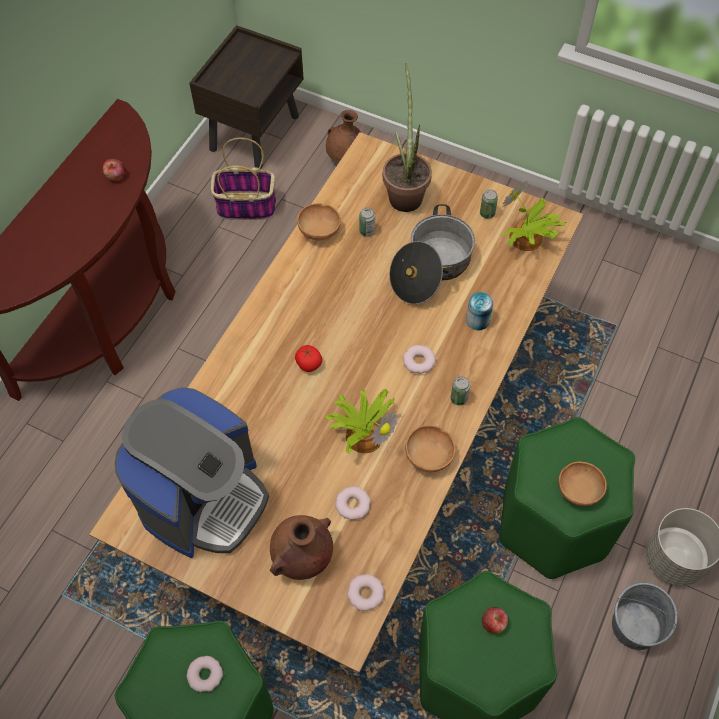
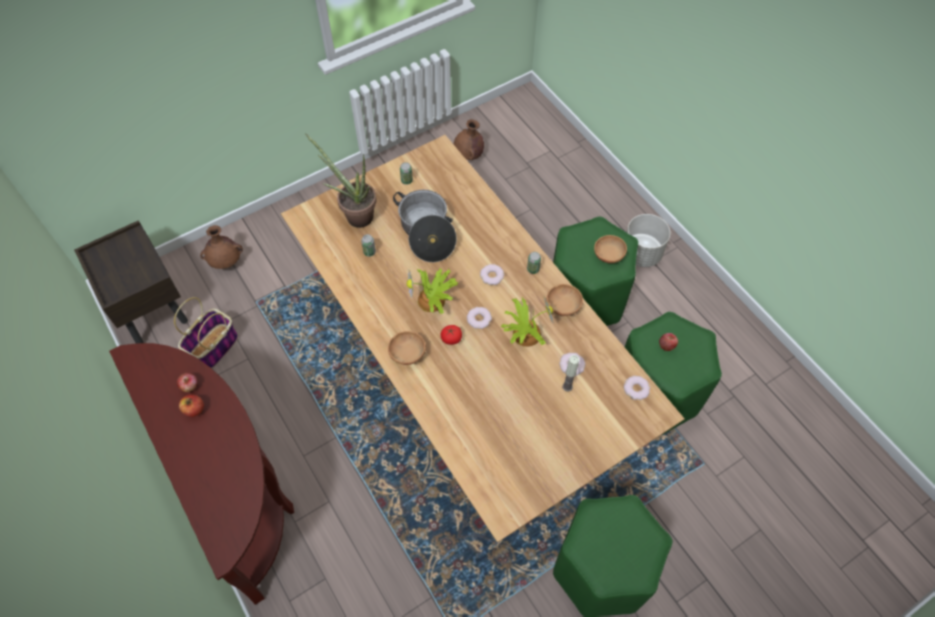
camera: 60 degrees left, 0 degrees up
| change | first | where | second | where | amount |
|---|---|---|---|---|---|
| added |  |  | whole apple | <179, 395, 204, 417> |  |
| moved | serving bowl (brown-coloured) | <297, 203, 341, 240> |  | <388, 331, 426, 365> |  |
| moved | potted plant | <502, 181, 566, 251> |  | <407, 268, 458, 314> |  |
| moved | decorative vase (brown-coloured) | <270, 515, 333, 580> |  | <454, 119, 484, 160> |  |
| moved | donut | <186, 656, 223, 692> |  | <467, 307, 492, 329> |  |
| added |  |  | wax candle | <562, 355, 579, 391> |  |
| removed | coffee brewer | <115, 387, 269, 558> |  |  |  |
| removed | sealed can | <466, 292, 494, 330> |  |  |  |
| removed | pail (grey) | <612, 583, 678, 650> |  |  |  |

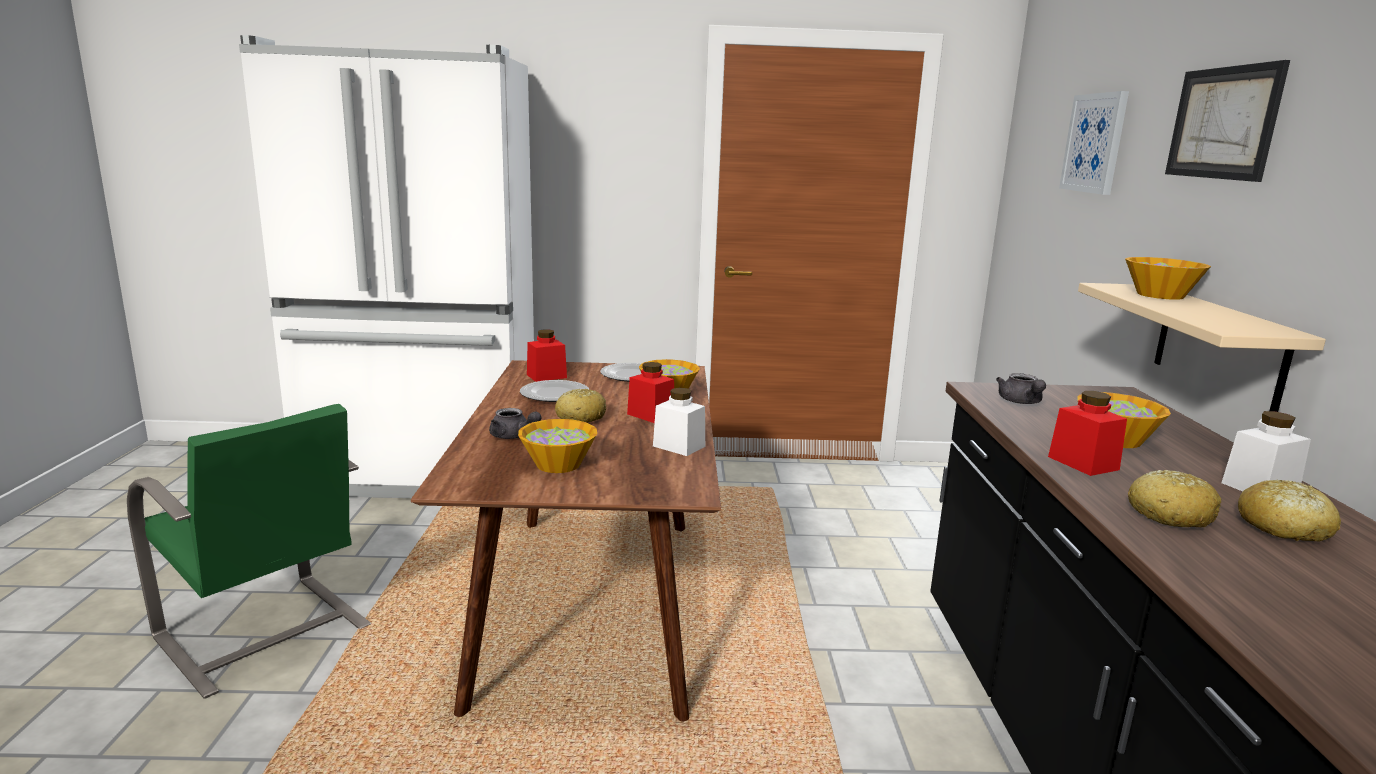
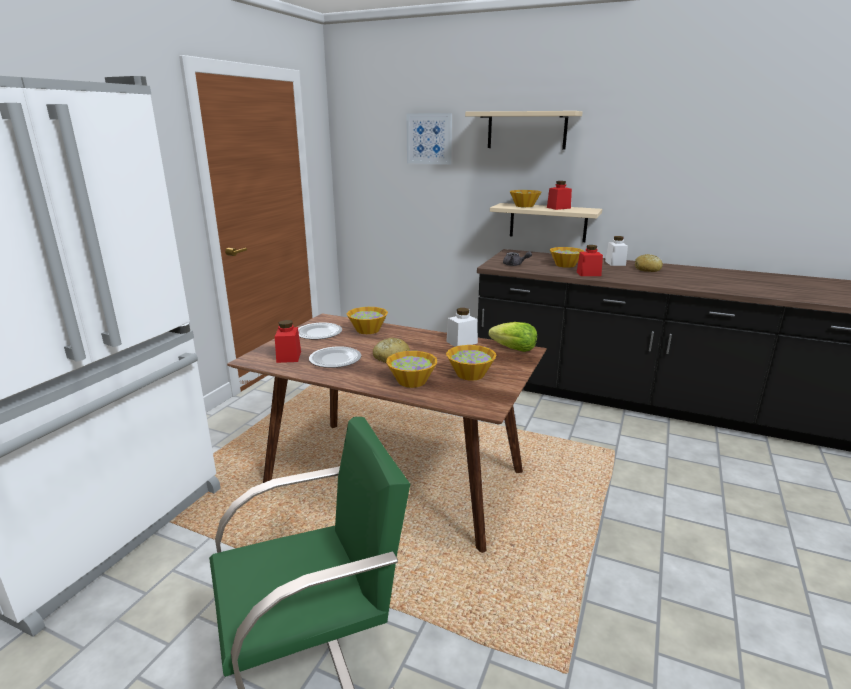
camera: 65 degrees left, 5 degrees up
| change | first | where | second | where | amount |
|---|---|---|---|---|---|
| replaced | pot for tea (grey) | <489, 408, 541, 439> | serving bowl | <386, 351, 437, 388> |  |
| replaced | wall art | <1165, 60, 1290, 182> | shelf (sand-coloured) | <465, 111, 582, 150> |  |
| added |  |  | head of lettuce | <489, 322, 537, 352> |  |
| moved | jar (red) | <627, 362, 674, 423> |  | <547, 181, 572, 210> |  |
| removed | bread | <1128, 470, 1222, 527> |  |  |  |

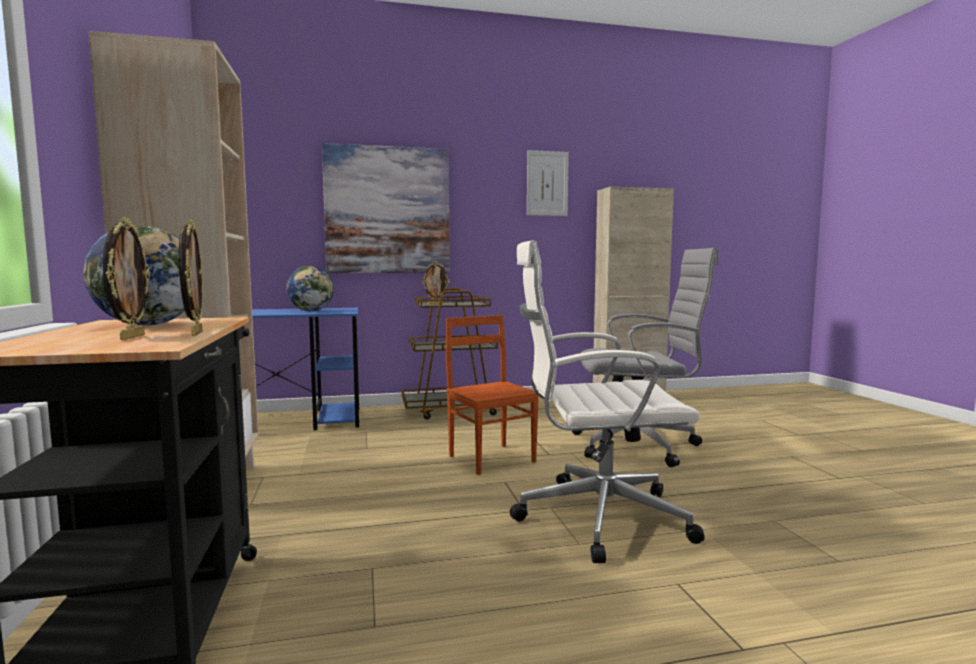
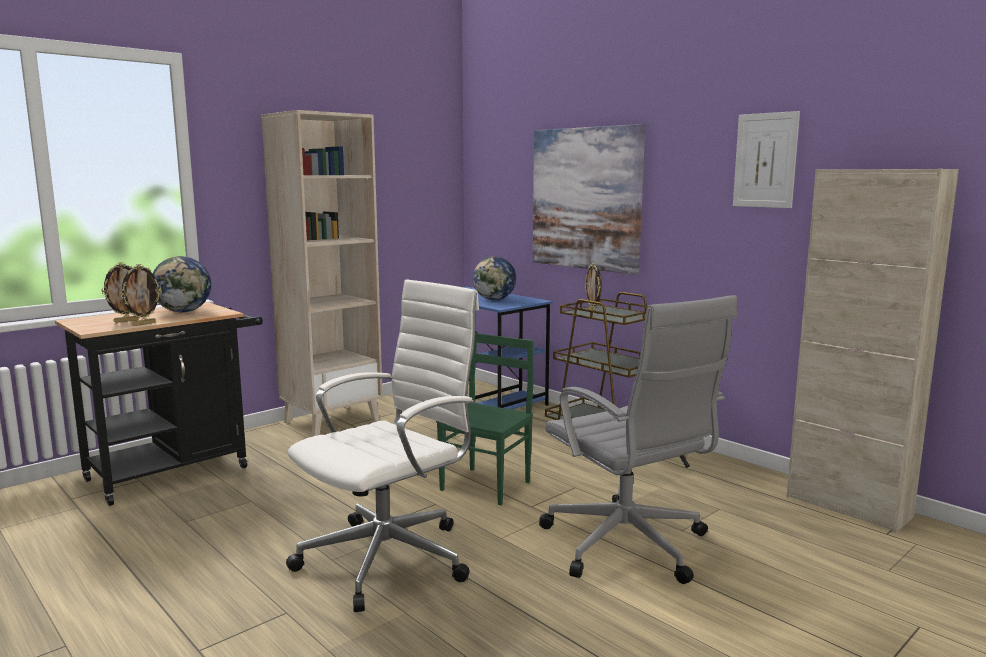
camera: 60 degrees right, 5 degrees up
| change | first | where | second | where | amount |
|---|---|---|---|---|---|
| turned | computer chair (white-coloured) | <510, 240, 705, 563> |  | <286, 279, 479, 612> | 75 degrees clockwise |
| recoloured | plain chair (brown-coloured) | <446, 315, 539, 475> | plain chair (greenish) | <436, 333, 534, 505> |  |

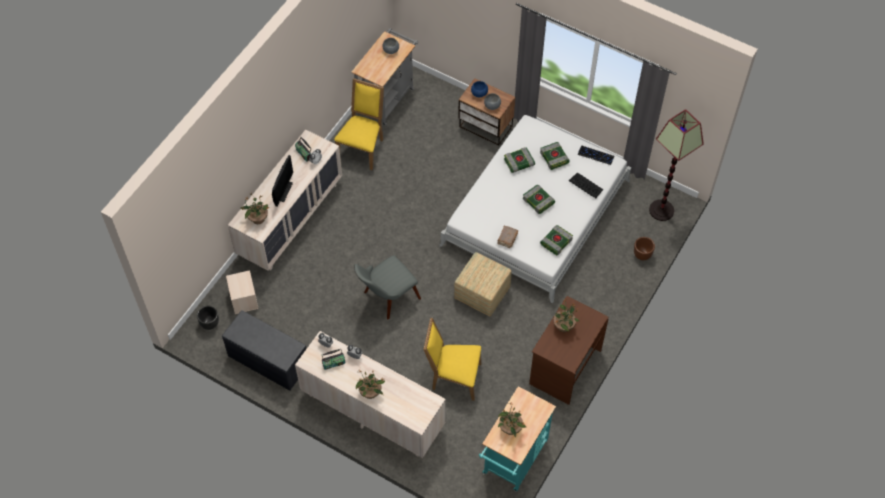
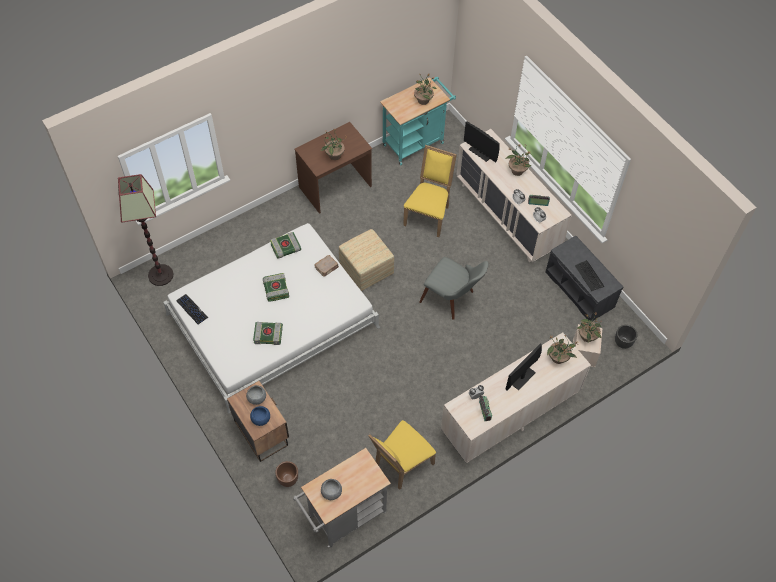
camera: 155 degrees left, 0 degrees up
| change | first | where | second | where | amount |
|---|---|---|---|---|---|
| moved | planter (brown-coloured) | <634, 237, 655, 260> |  | <275, 461, 298, 487> |  |
| turned | plain chair (yellow) | <423, 318, 482, 401> |  | <403, 145, 457, 237> | 105 degrees counterclockwise |
| turned | plain chair (grey) | <354, 255, 421, 319> |  | <419, 257, 489, 320> | 45 degrees clockwise |
| added |  |  | computer display | <464, 121, 500, 163> |  |
| moved | PC keyboard | <569, 173, 603, 198> |  | <575, 260, 604, 291> |  |
| added |  |  | potted plant | <577, 312, 602, 343> |  |
| removed | volume | <540, 142, 570, 170> |  |  |  |

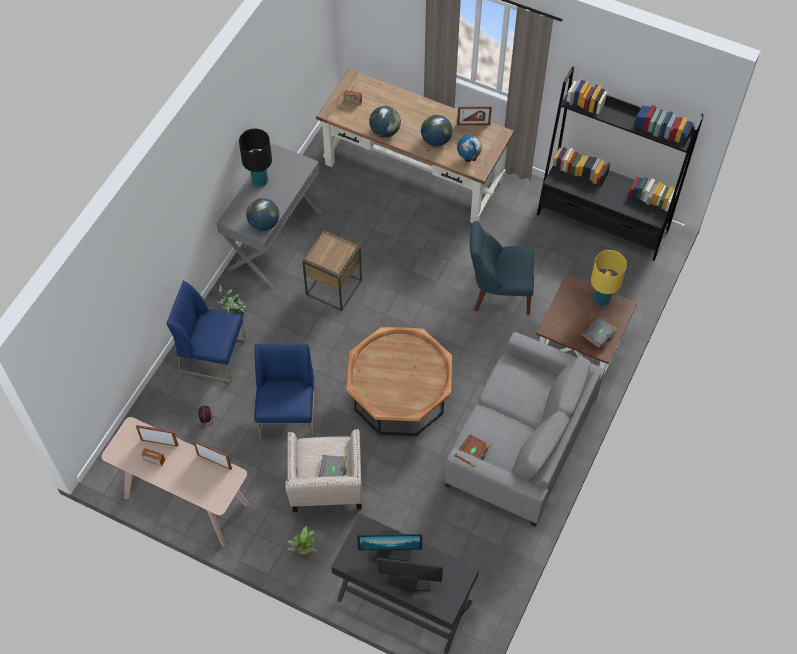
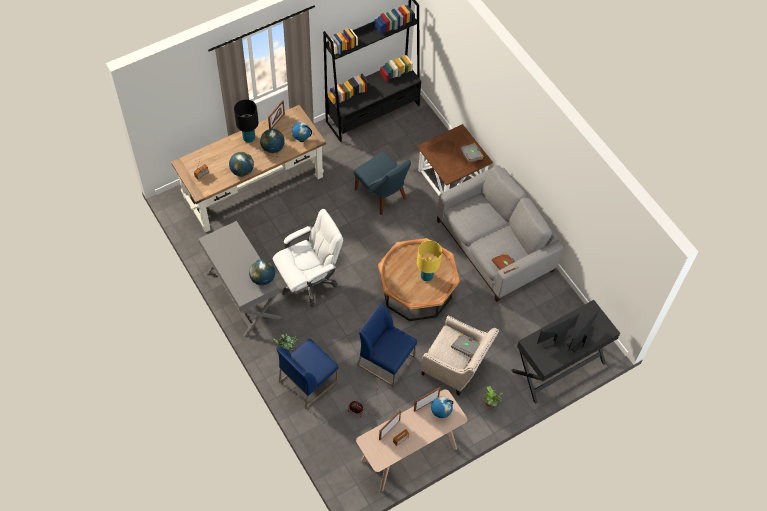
camera: 60 degrees left, 0 degrees up
| change | first | where | second | where | amount |
|---|---|---|---|---|---|
| moved | table lamp (black) | <239, 129, 272, 187> |  | <234, 99, 259, 143> |  |
| replaced | end table (brown-coloured) | <302, 231, 362, 311> | computer chair (white-coloured) | <273, 209, 343, 307> |  |
| turned | plain chair (blue-coloured) | <470, 221, 534, 315> |  | <354, 151, 411, 215> | 75 degrees counterclockwise |
| moved | table lamp (yellow) | <591, 250, 627, 306> |  | <417, 241, 442, 281> |  |
| added |  |  | globe | <431, 396, 453, 418> |  |
| turned | computer display | <357, 530, 423, 562> |  | <537, 313, 580, 348> | 150 degrees counterclockwise |

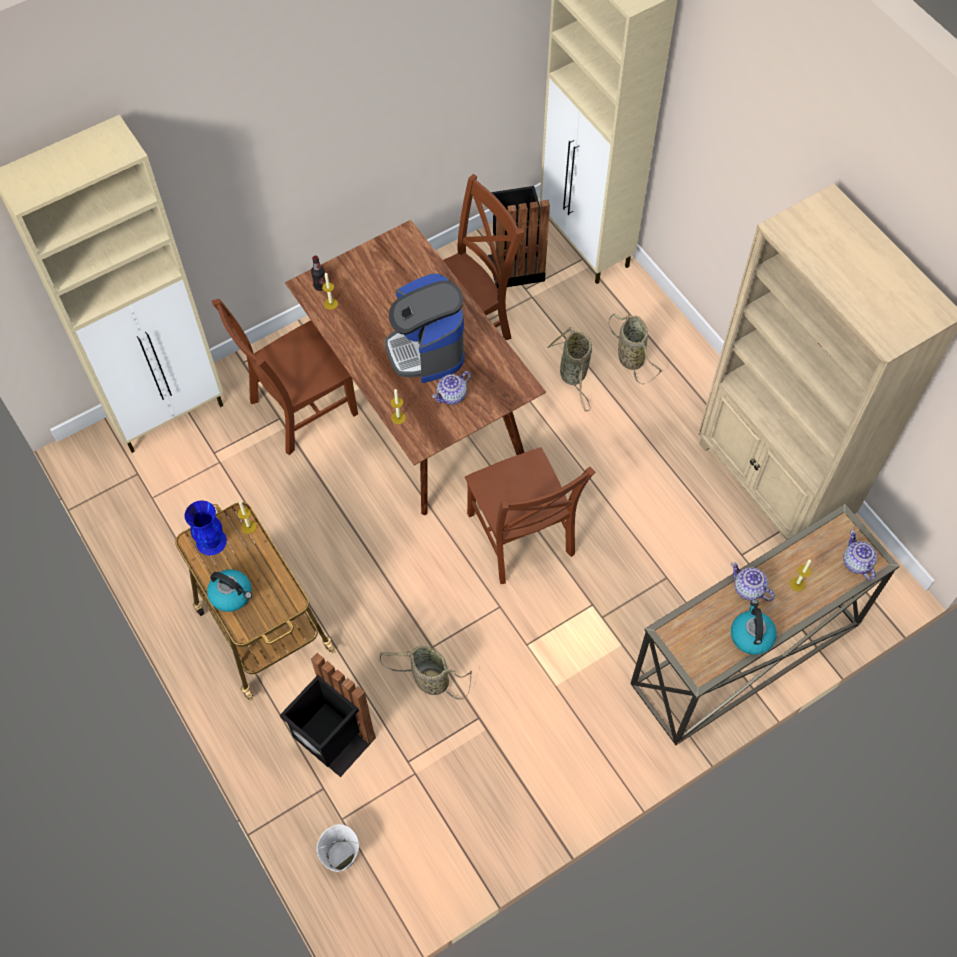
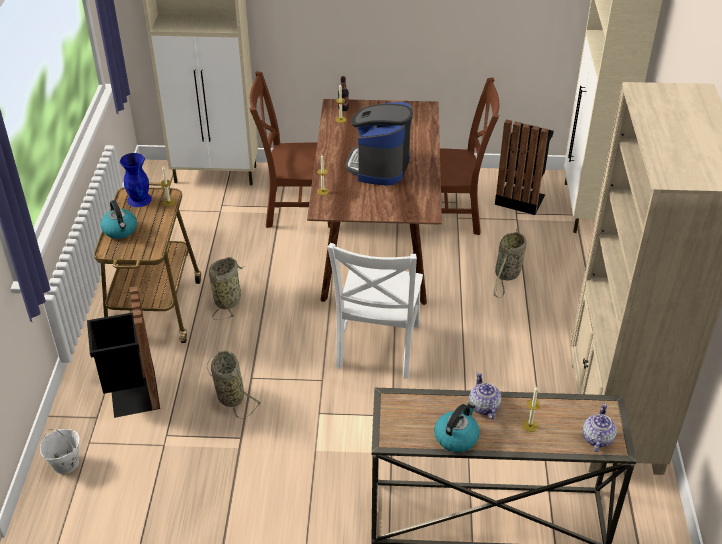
camera: 35 degrees right, 20 degrees down
| change | first | where | second | where | amount |
|---|---|---|---|---|---|
| moved | basket | <608, 314, 663, 384> |  | <209, 257, 245, 320> |  |
| recoloured | plain chair (brown-coloured) | <465, 447, 595, 584> | plain chair (white-coloured) | <327, 243, 423, 378> |  |
| removed | pot for tea | <432, 371, 471, 405> |  |  |  |

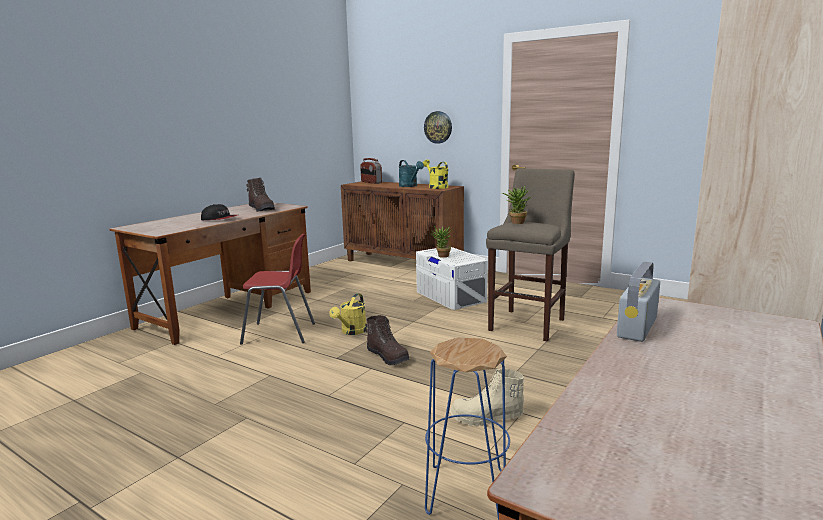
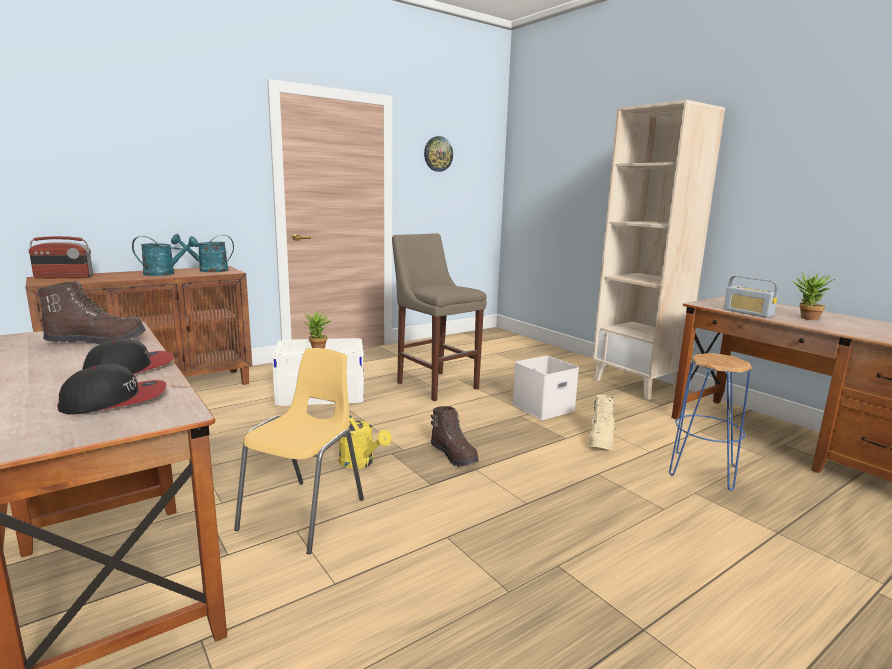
camera: 70 degrees left, 0 degrees up
| change | first | where | second | where | amount |
|---|---|---|---|---|---|
| added |  |  | cap | <57, 364, 167, 414> |  |
| recoloured | watering pot (yellow) | <423, 160, 448, 189> | watering pot (turquoise) | <171, 234, 234, 272> |  |
| recoloured | plain chair (red) | <240, 234, 315, 345> | plain chair (yellow) | <234, 348, 364, 554> |  |
| moved | hanging clock | <424, 111, 452, 144> |  | <424, 136, 453, 172> |  |
| turned | high-top boot (brown-coloured) | <365, 315, 410, 365> |  | <431, 406, 479, 467> | 75 degrees clockwise |
| added |  |  | storage container (white-coloured) | <512, 356, 579, 420> |  |
| moved | potted plant | <502, 185, 531, 224> |  | <793, 271, 835, 320> |  |

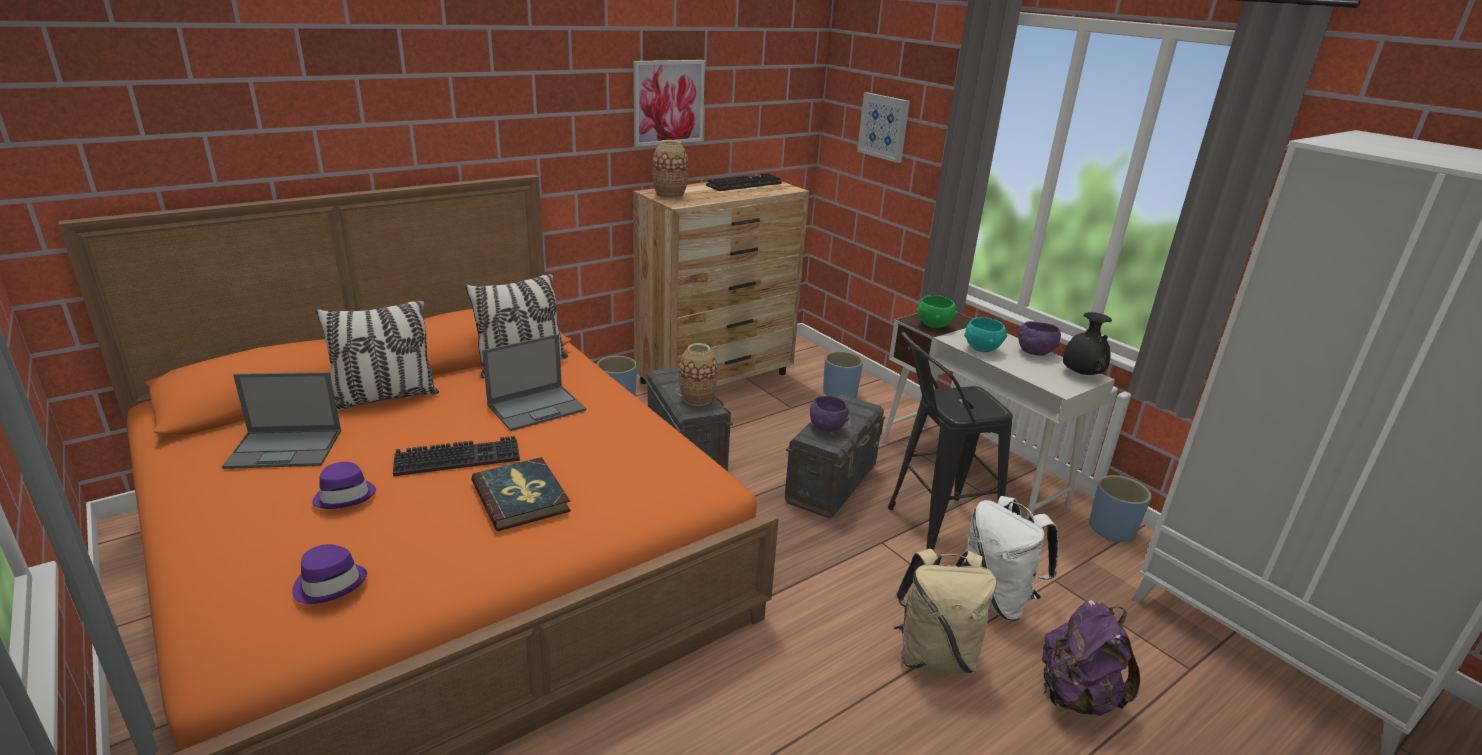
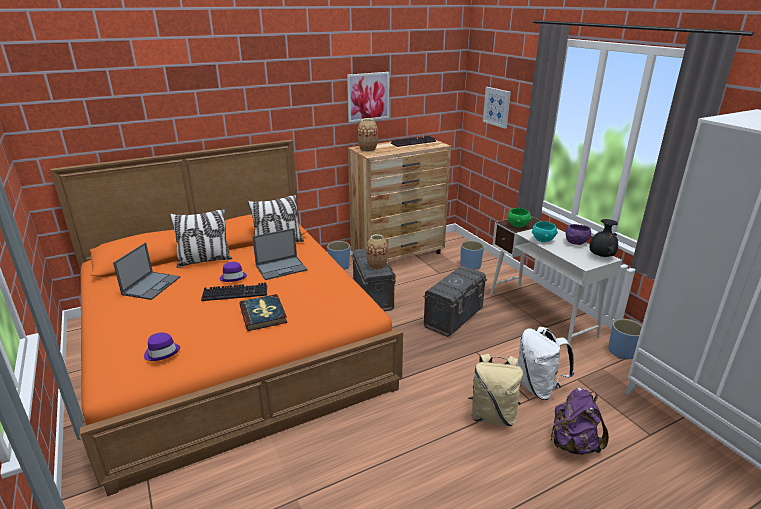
camera: 10 degrees right, 0 degrees up
| change | first | where | second | where | amount |
|---|---|---|---|---|---|
| turned | laptop | <222, 372, 341, 469> |  | <113, 242, 180, 300> | 75 degrees counterclockwise |
| moved | hat (purple-coloured) | <312, 462, 376, 509> |  | <219, 262, 247, 282> |  |
| removed | serving bowl (purple-coloured) | <810, 396, 849, 432> |  |  |  |
| removed | stool (black) | <888, 332, 1012, 550> |  |  |  |

